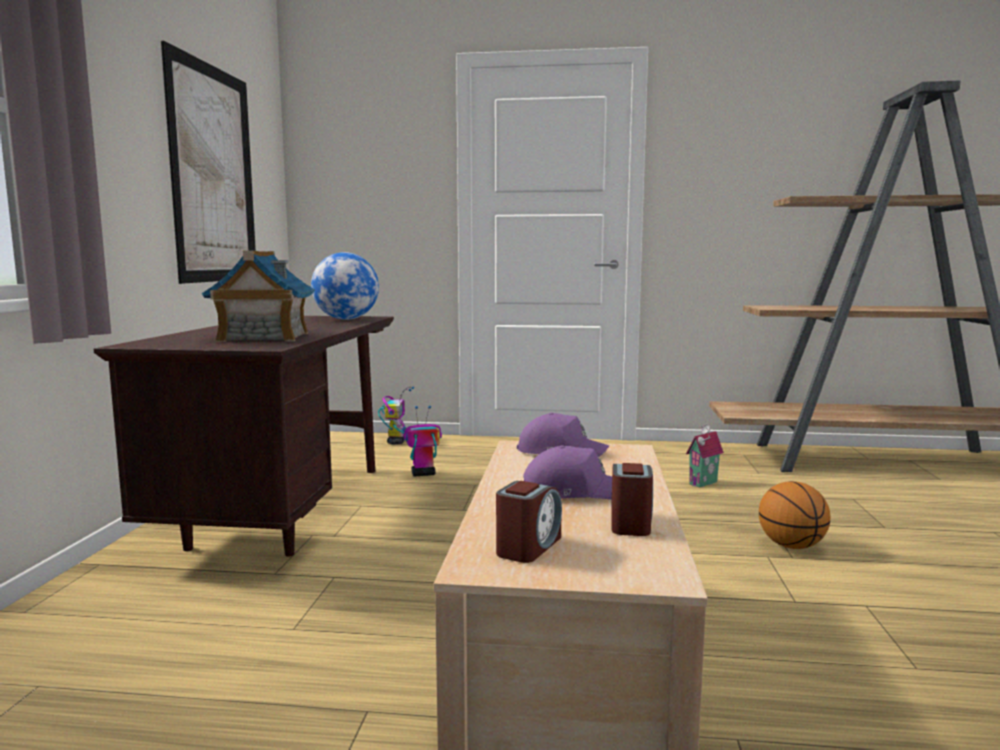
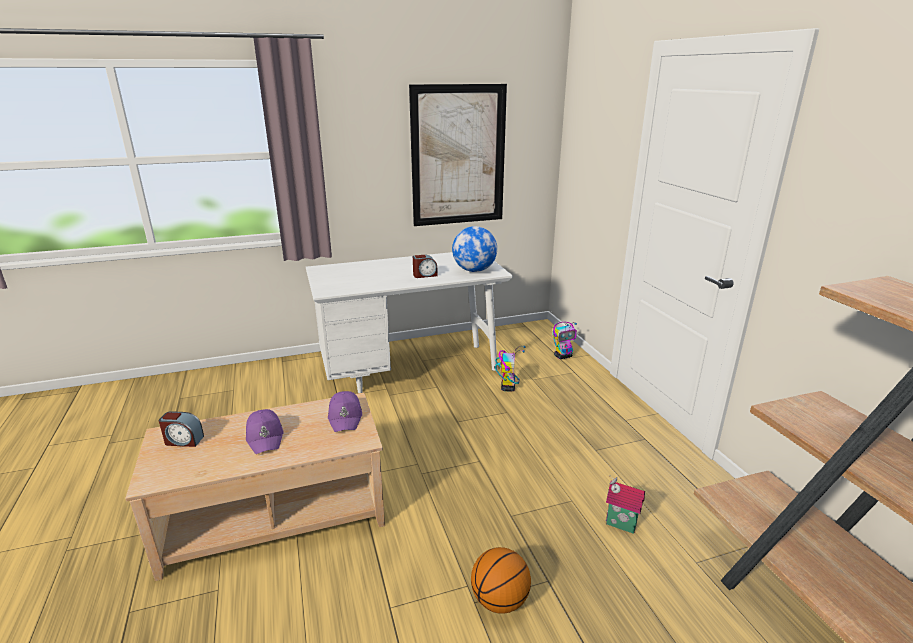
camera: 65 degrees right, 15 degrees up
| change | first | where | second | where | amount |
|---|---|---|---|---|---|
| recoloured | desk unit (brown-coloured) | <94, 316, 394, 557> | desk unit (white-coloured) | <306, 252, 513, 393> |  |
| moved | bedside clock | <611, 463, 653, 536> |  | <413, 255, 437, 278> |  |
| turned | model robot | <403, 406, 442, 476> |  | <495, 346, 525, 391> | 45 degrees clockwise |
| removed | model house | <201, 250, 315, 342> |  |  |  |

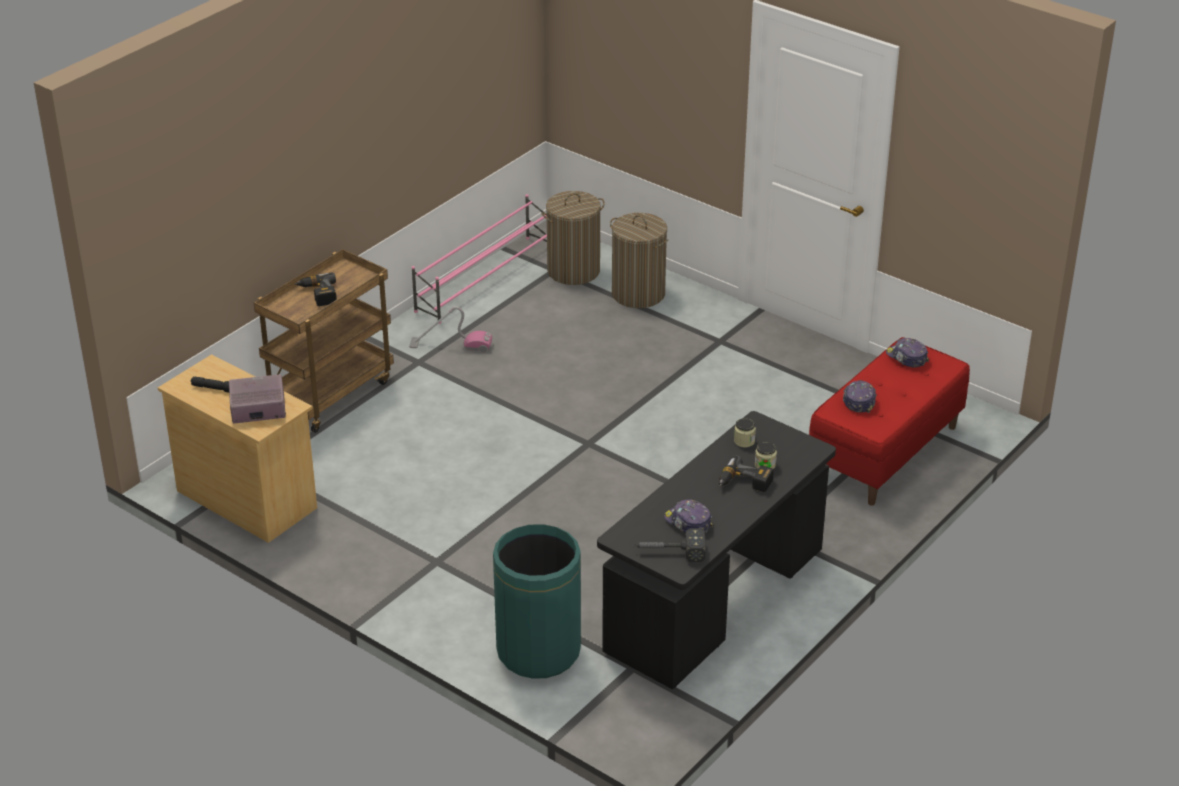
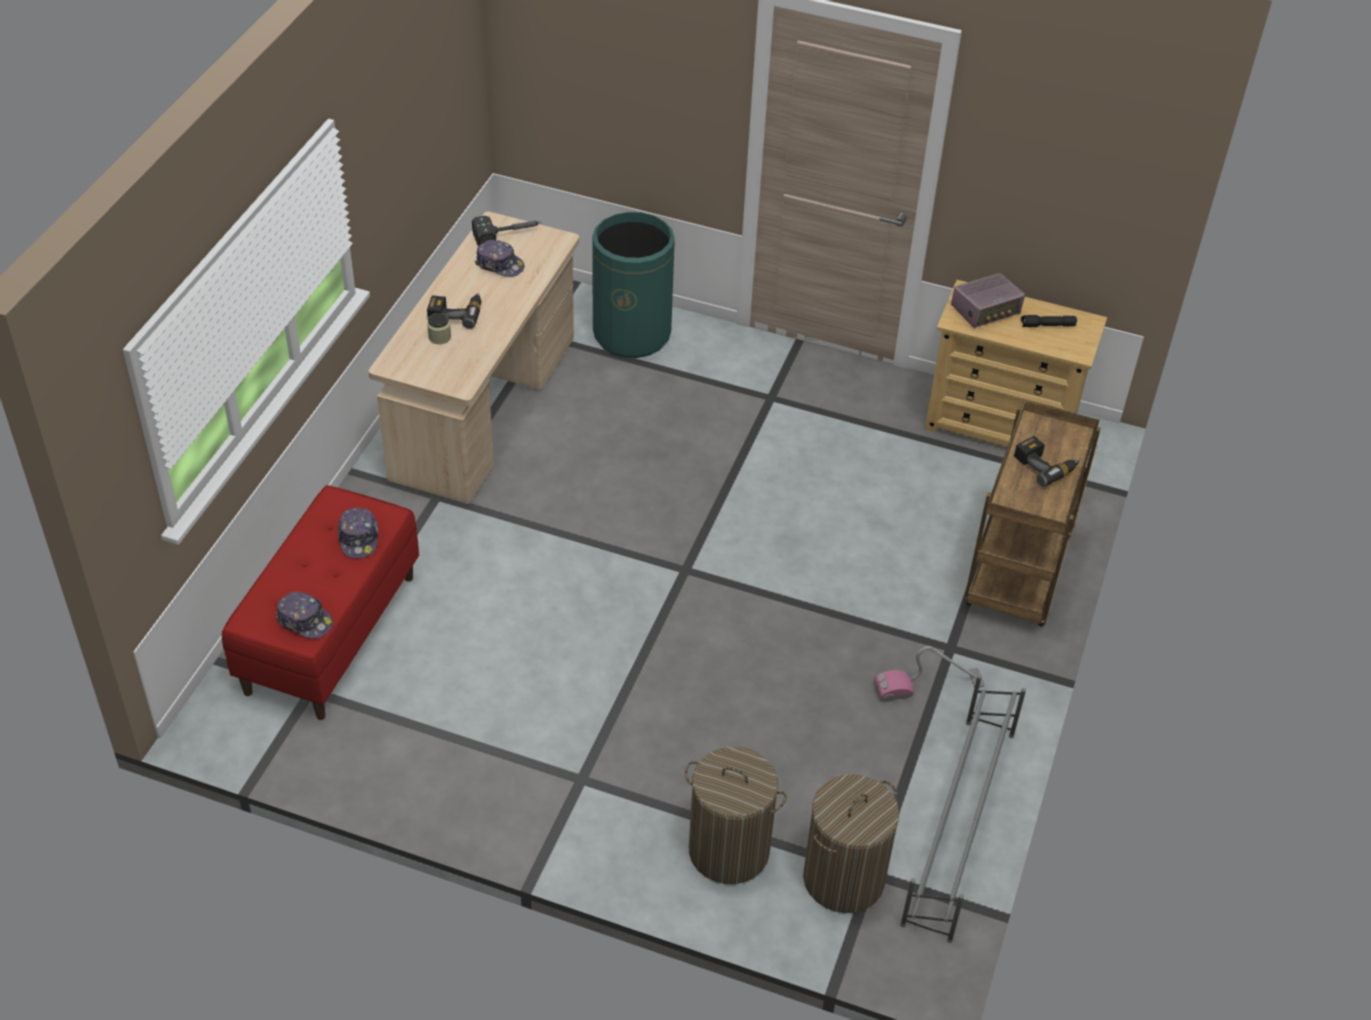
camera: 160 degrees right, 10 degrees up
| change | first | where | second | where | amount |
|---|---|---|---|---|---|
| recoloured | desk unit (black) | <597, 411, 836, 689> | desk unit (sand-coloured) | <369, 212, 579, 504> |  |
| recoloured | shoe stand (pink) | <412, 194, 547, 324> | shoe stand (grey) | <900, 675, 1026, 943> |  |
| removed | jar | <734, 418, 756, 447> |  |  |  |

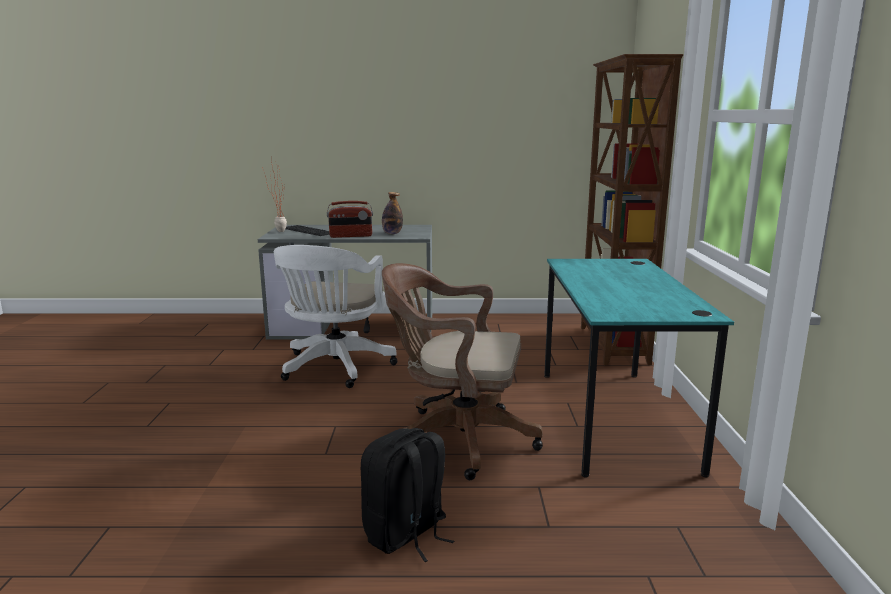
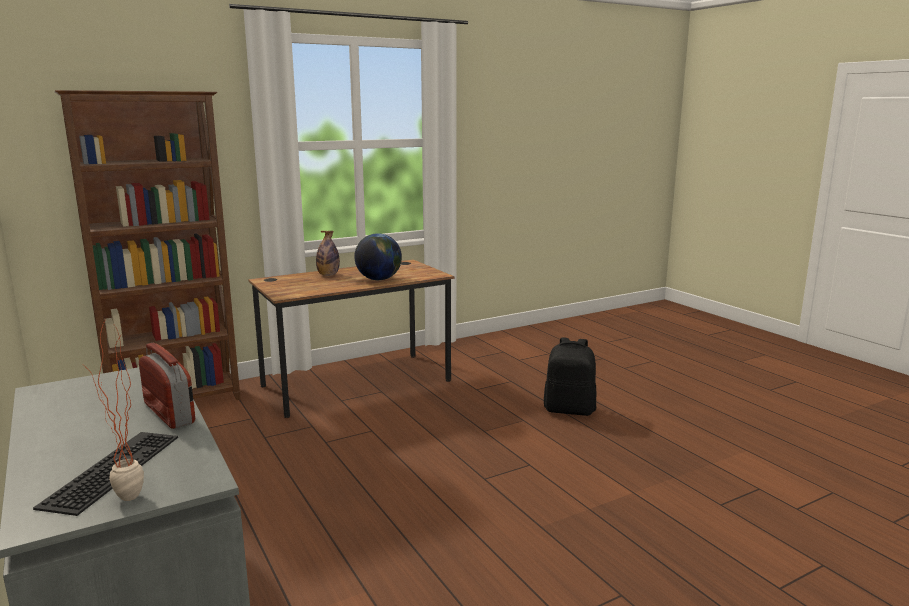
camera: 120 degrees left, 0 degrees up
| change | first | where | second | where | amount |
|---|---|---|---|---|---|
| recoloured | desk unit (turquoise) | <544, 259, 734, 477> | desk unit (brown-coloured) | <248, 259, 454, 418> |  |
| moved | bottle | <382, 192, 403, 234> |  | <316, 231, 340, 276> |  |
| added |  |  | globe | <354, 233, 402, 280> |  |
| removed | computer chair (white-coloured) | <274, 245, 398, 388> |  |  |  |
| removed | computer chair (brown-coloured) | <382, 263, 543, 480> |  |  |  |

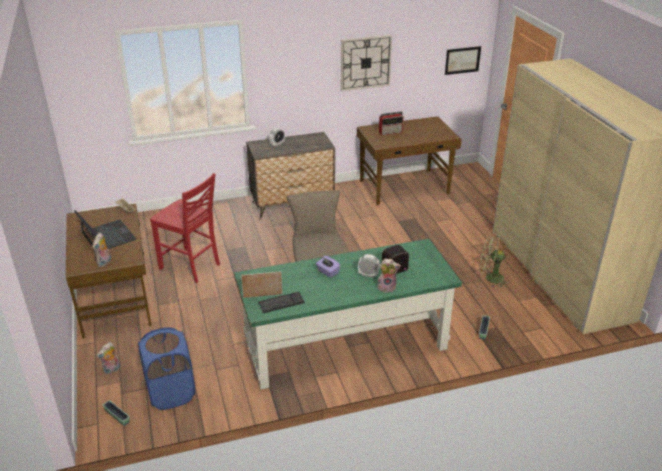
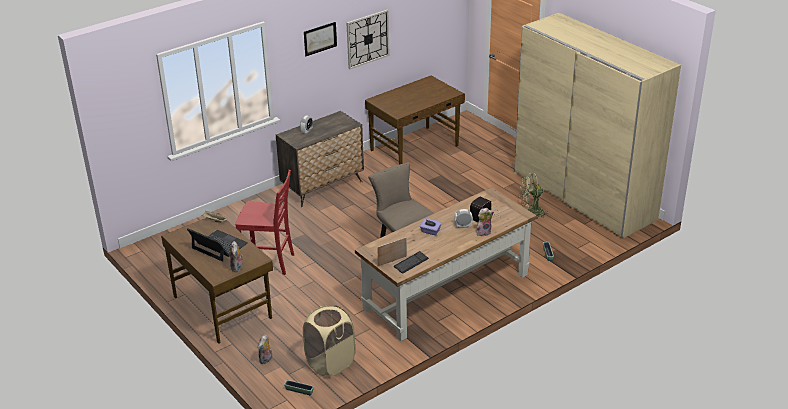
camera: 20 degrees left, 0 degrees up
| change | first | where | second | where | amount |
|---|---|---|---|---|---|
| recoloured | laundry basket (blue-coloured) | <138, 327, 195, 410> | laundry basket (sand-coloured) | <303, 305, 355, 376> |  |
| moved | wall art | <445, 46, 481, 75> |  | <304, 22, 337, 56> |  |
| recoloured | desk unit (greenish) | <234, 239, 462, 389> | desk unit (brown-coloured) | <355, 187, 537, 341> |  |
| removed | radio set | <379, 111, 403, 136> |  |  |  |

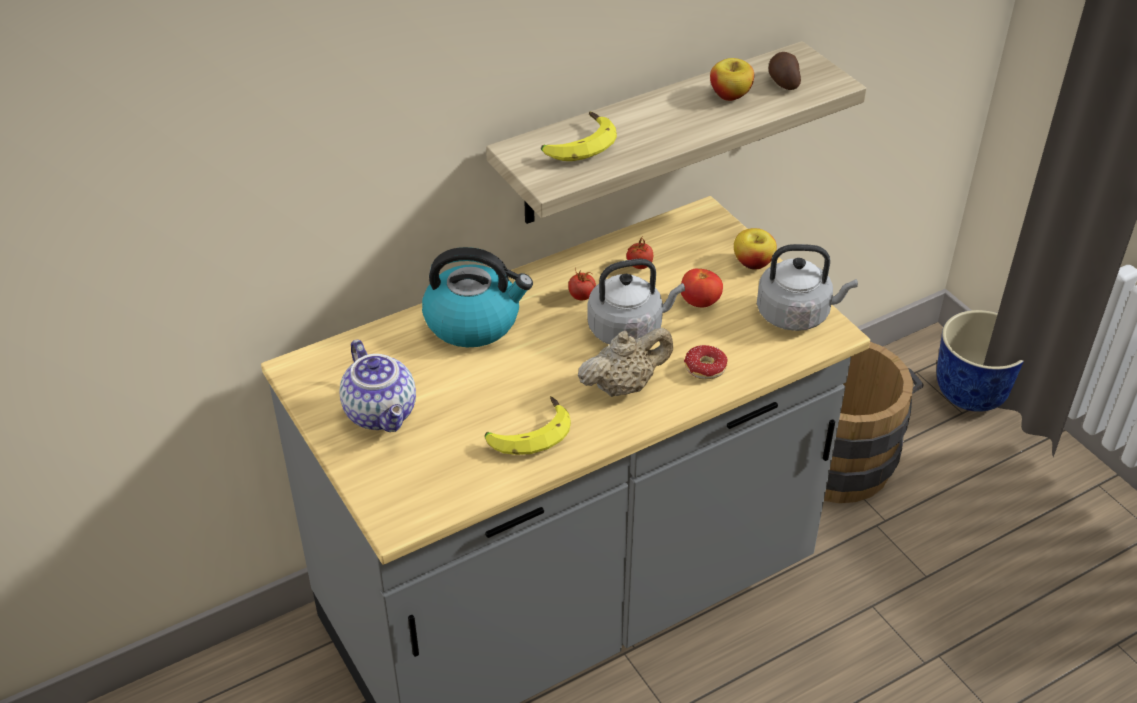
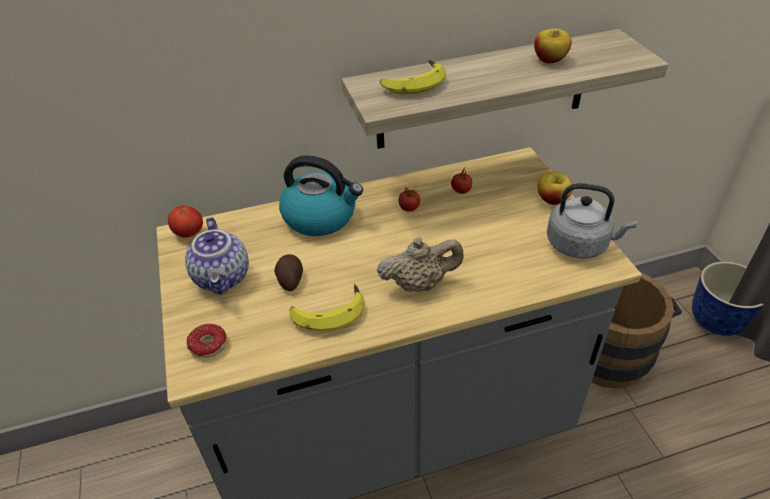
camera: 15 degrees right, 0 degrees up
| change | first | where | second | where | amount |
|---|---|---|---|---|---|
| moved | whole tomato | <681, 269, 723, 308> |  | <168, 205, 203, 237> |  |
| moved | donut | <684, 345, 728, 379> |  | <187, 324, 228, 358> |  |
| moved | whole potato | <769, 52, 801, 90> |  | <274, 254, 303, 291> |  |
| removed | kettle (grey) | <587, 259, 685, 344> |  |  |  |

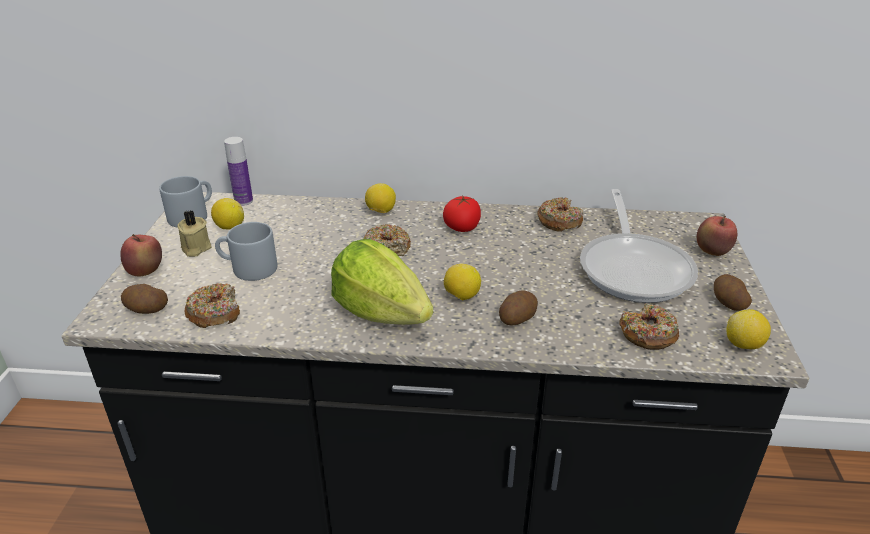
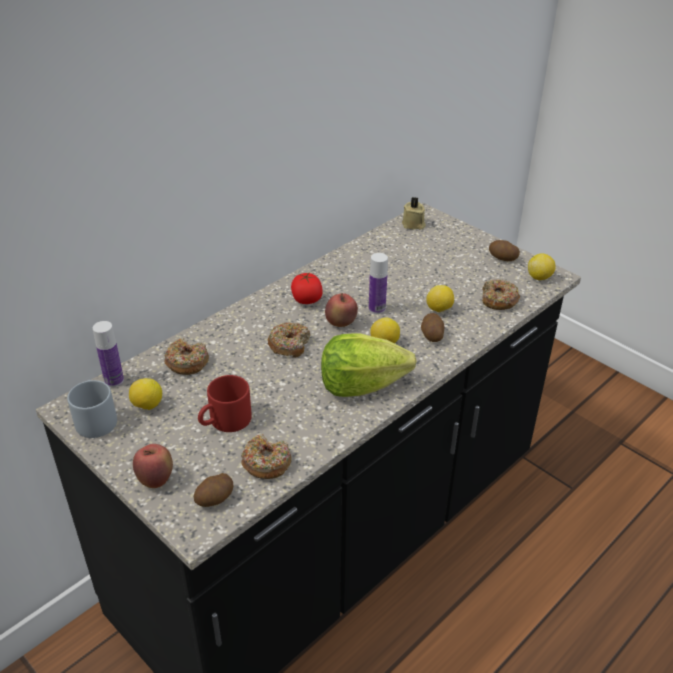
camera: 50 degrees left, 5 degrees up
| change | first | where | second | where | amount |
|---|---|---|---|---|---|
| moved | donut | <537, 198, 583, 232> |  | <164, 338, 209, 375> |  |
| recoloured | tea mug (grey) | <215, 222, 277, 281> | tea mug (red) | <198, 375, 252, 432> |  |
| moved | whole apple | <697, 216, 737, 256> |  | <325, 293, 358, 327> |  |
| added |  |  | bottle | <368, 253, 388, 314> |  |
| moved | wax candle (sand-coloured) | <177, 210, 212, 257> |  | <402, 197, 426, 230> |  |
| moved | lemon | <365, 183, 396, 213> |  | <426, 285, 454, 312> |  |
| removed | pan | <580, 189, 698, 303> |  |  |  |

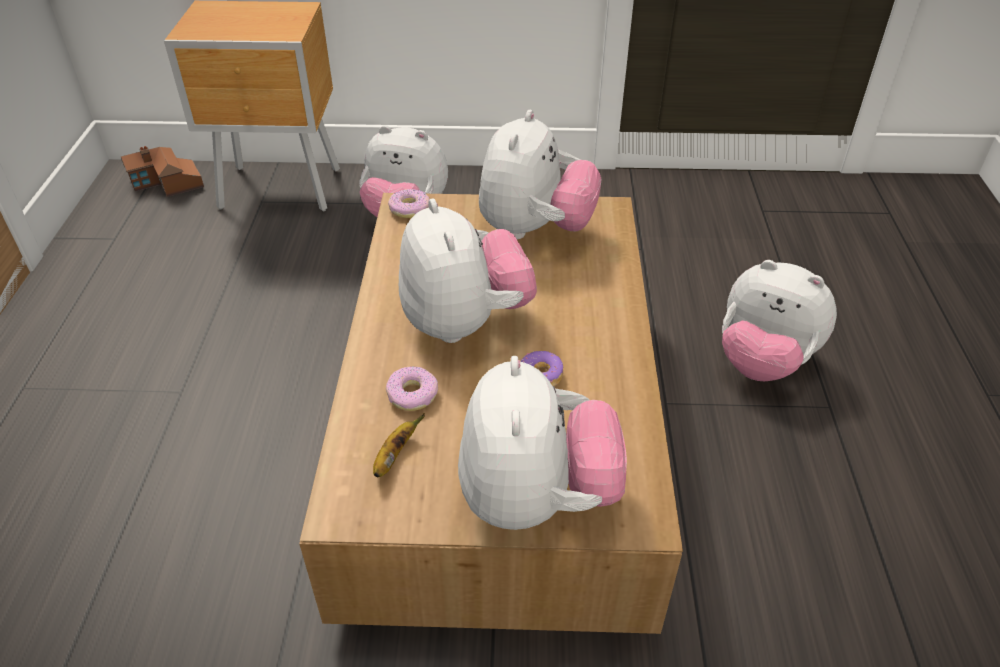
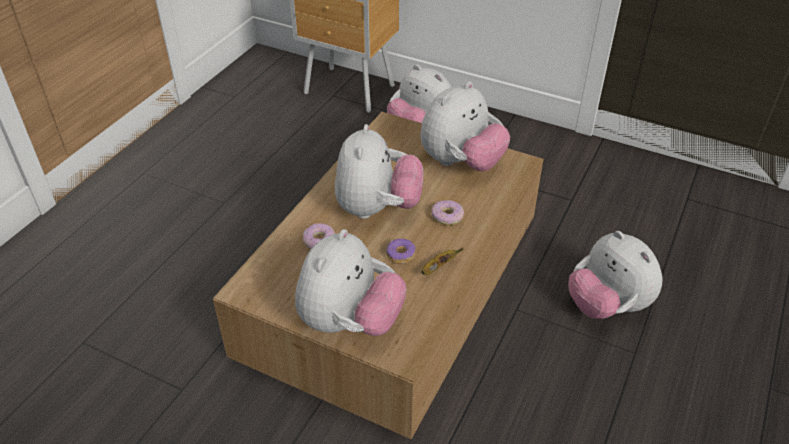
camera: 25 degrees right, 0 degrees up
| change | first | where | second | where | amount |
|---|---|---|---|---|---|
| moved | banana fruit | <373, 413, 425, 478> |  | <421, 248, 464, 275> |  |
| moved | donut | <388, 189, 430, 218> |  | <431, 200, 464, 225> |  |
| removed | model house | <121, 146, 204, 197> |  |  |  |

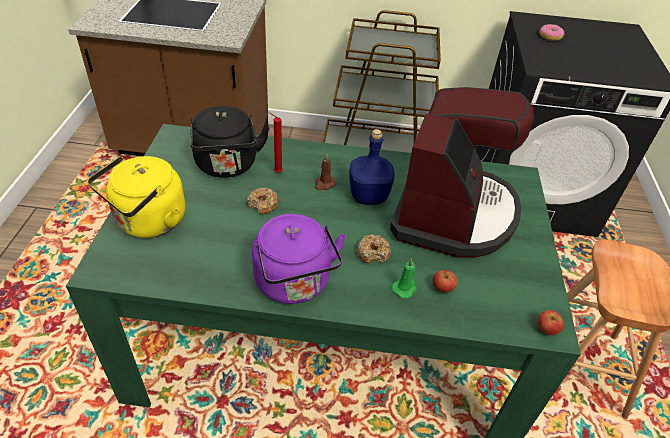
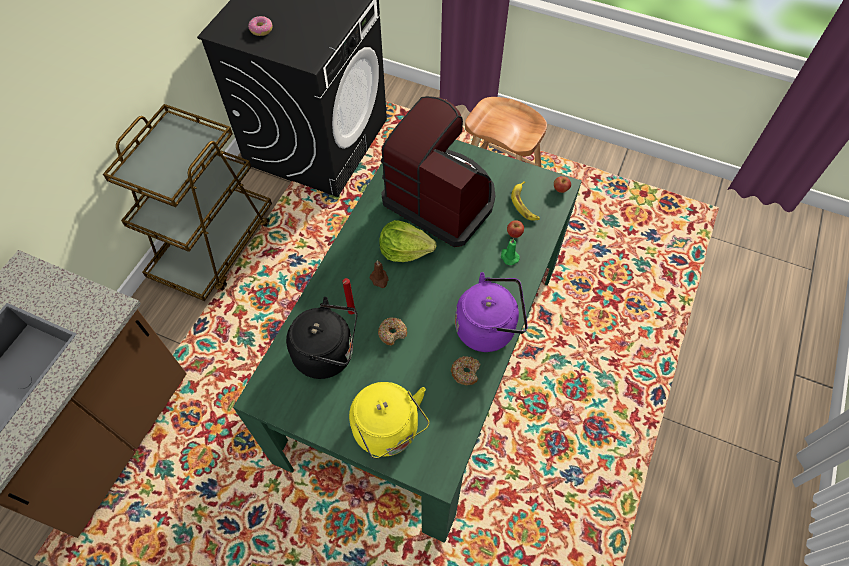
camera: 70 degrees left, 15 degrees up
| change | first | where | second | where | amount |
|---|---|---|---|---|---|
| replaced | bottle (blue-coloured) | <349, 129, 394, 205> | head of lettuce | <379, 220, 436, 262> |  |
| moved | donut | <357, 234, 391, 264> |  | <451, 356, 481, 385> |  |
| added |  |  | banana fruit | <511, 181, 540, 220> |  |

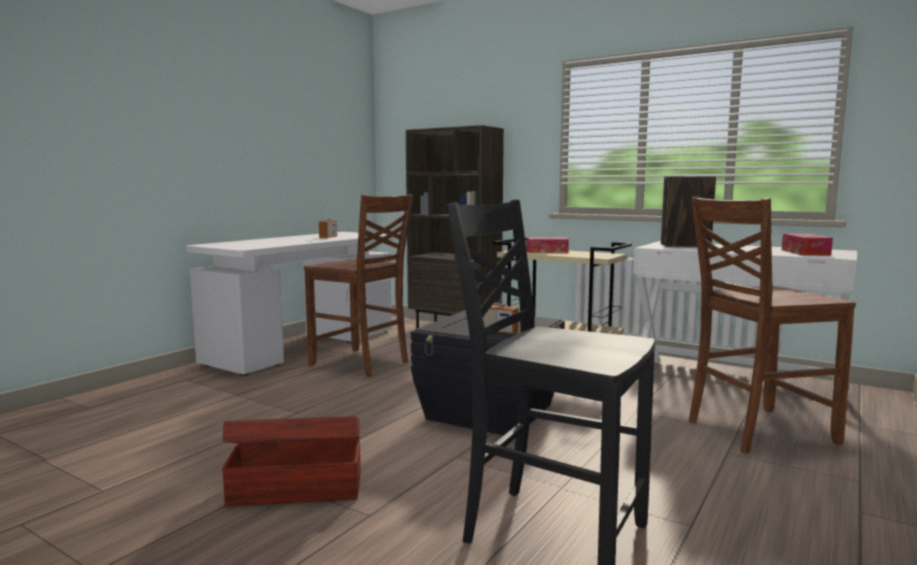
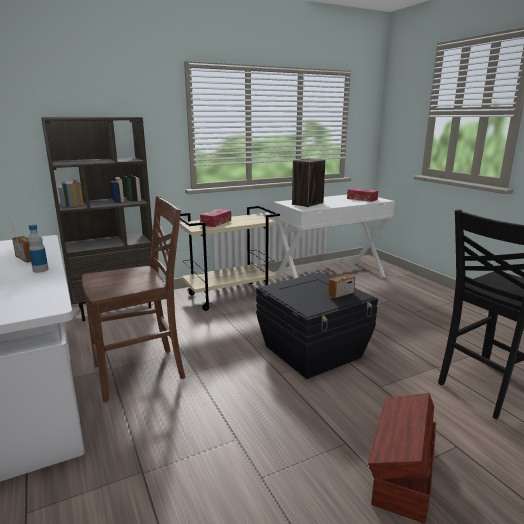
camera: 60 degrees left, 10 degrees up
| change | first | where | second | where | amount |
|---|---|---|---|---|---|
| added |  |  | bottle | <28, 224, 49, 273> |  |
| removed | plain chair (brown-coloured) | <689, 196, 856, 454> |  |  |  |

